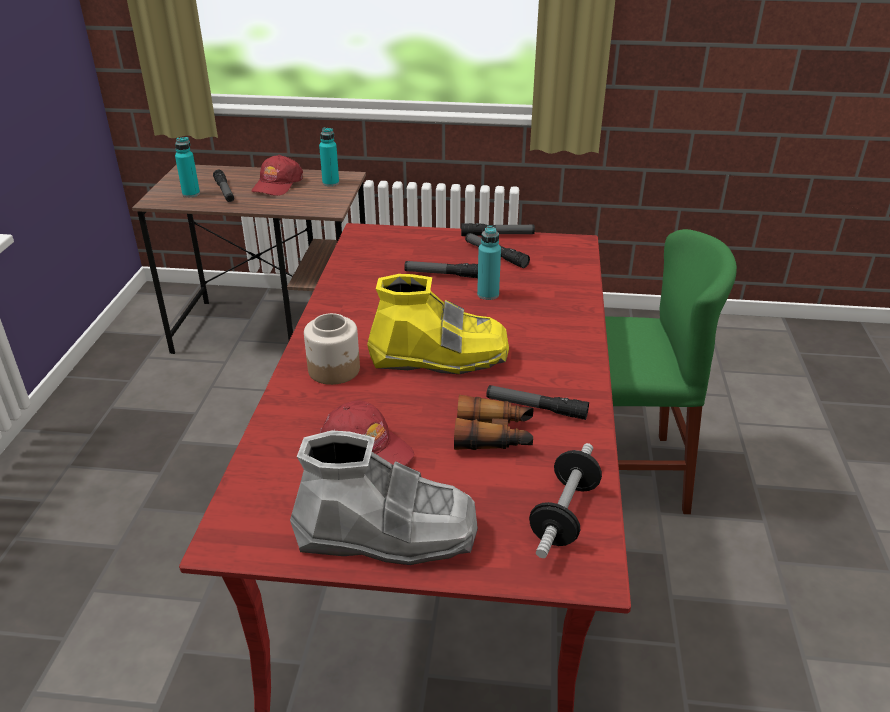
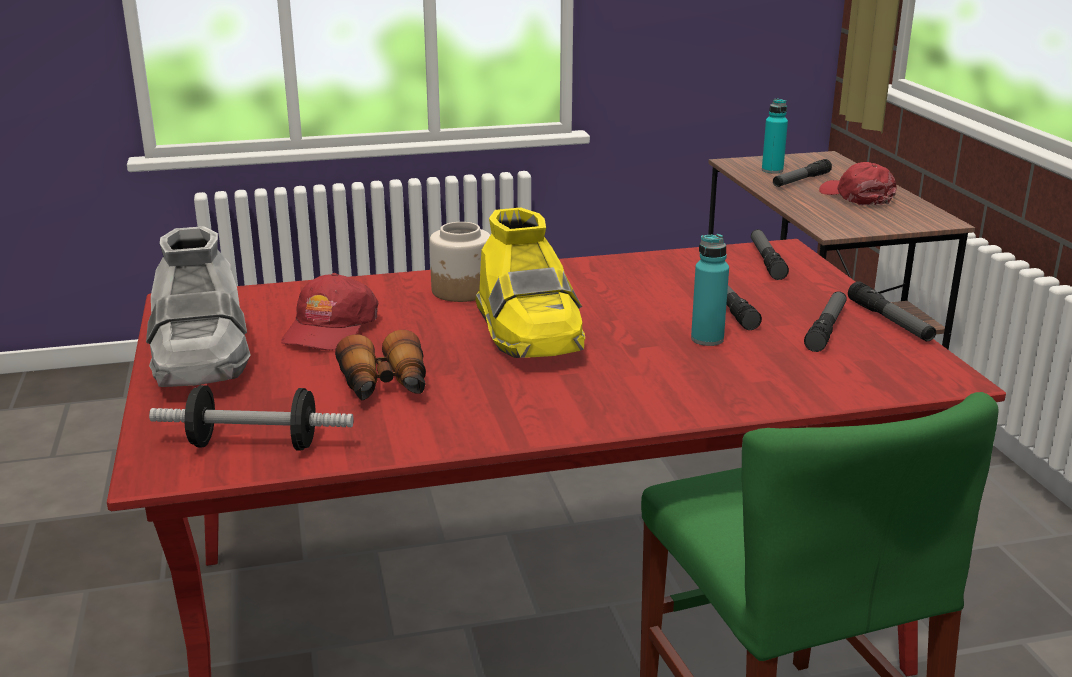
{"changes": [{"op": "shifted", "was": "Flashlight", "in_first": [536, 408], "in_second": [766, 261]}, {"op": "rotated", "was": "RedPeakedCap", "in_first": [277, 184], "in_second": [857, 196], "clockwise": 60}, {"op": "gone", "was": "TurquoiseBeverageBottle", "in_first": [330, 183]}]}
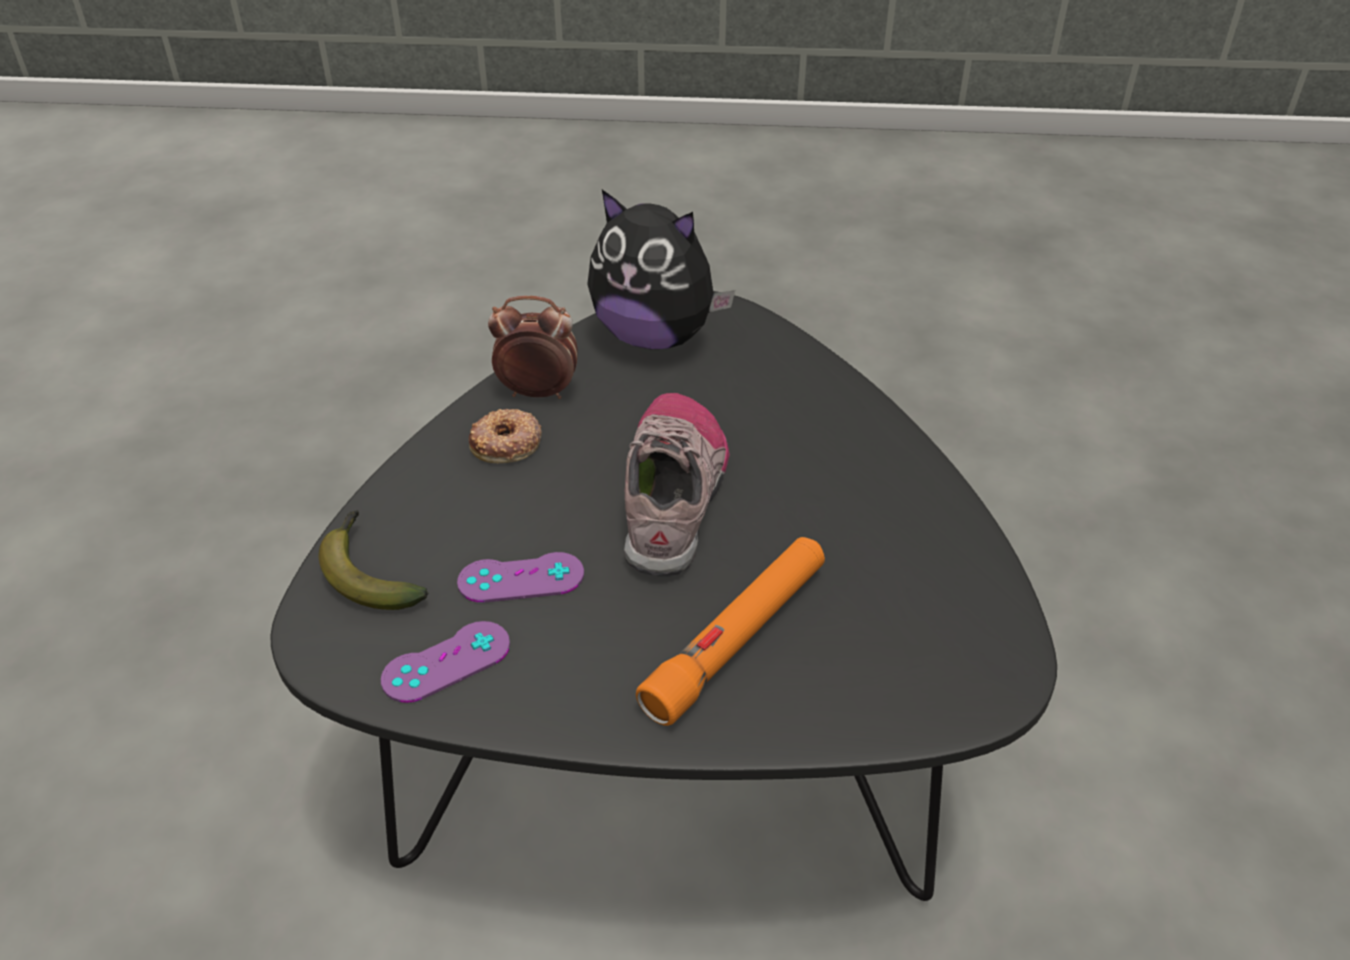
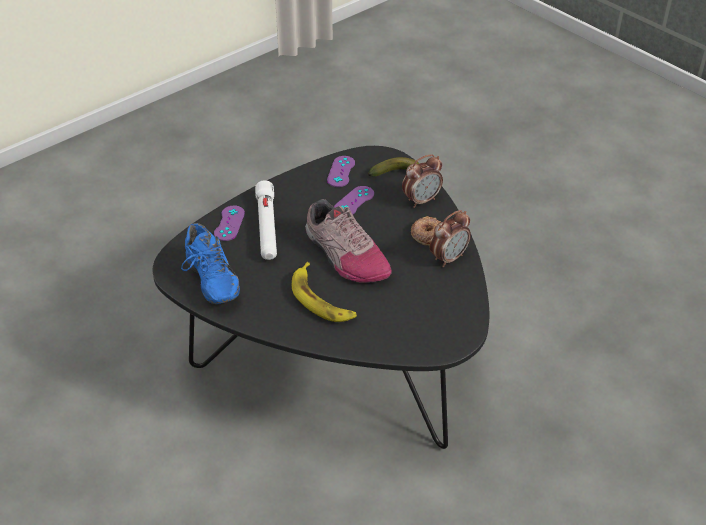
{"changes": [{"op": "new", "now": "BluishLowShoe", "in_second": [209, 282]}, {"op": "new", "now": "PurpleColouredGameController", "in_second": [229, 223]}, {"op": "repainted", "was": "OrangeColouredFlashlight", "now": "WhitishFlashlight", "in_first": [737, 638], "in_second": [267, 227]}, {"op": "new", "now": "BananaFruit", "in_second": [321, 299]}, {"op": "new", "now": "AlarmClock", "in_second": [421, 200]}, {"op": "gone", "was": "SoftToy", "in_first": [655, 336]}]}
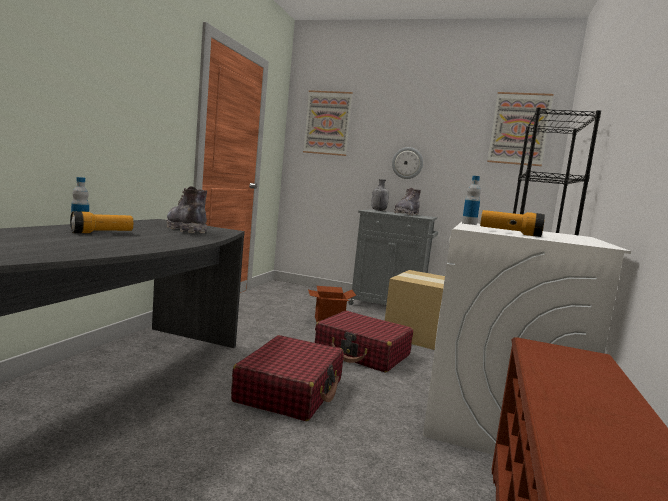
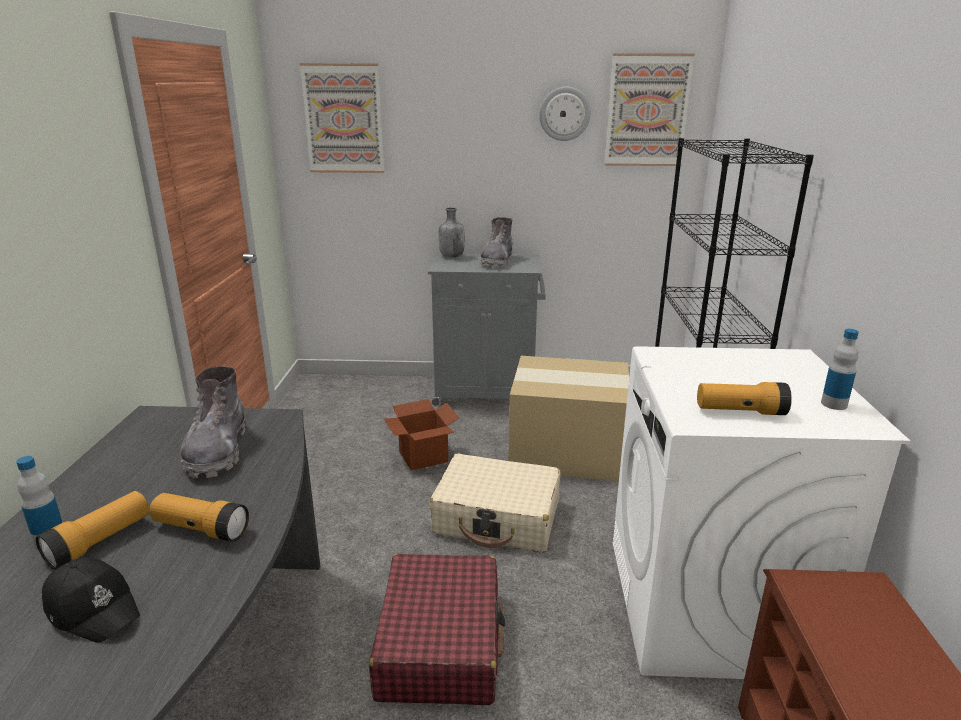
{"changes": [{"op": "new", "now": "BlackishPeakedCap", "in_second": [93, 608]}, {"op": "new", "now": "Flashlight", "in_second": [201, 529]}, {"op": "rotated", "was": "GreyTallBoot", "in_first": [186, 230], "in_second": [218, 451], "clockwise": -135}, {"op": "repainted", "was": "RedSuitcase", "now": "SandColouredSuitcase", "in_first": [362, 353], "in_second": [497, 517]}, {"op": "shifted", "was": "ClockOnTheWall", "in_first": [407, 163], "in_second": [564, 114]}, {"op": "shifted", "was": "BeverageBottle", "in_first": [469, 223], "in_second": [834, 404]}]}
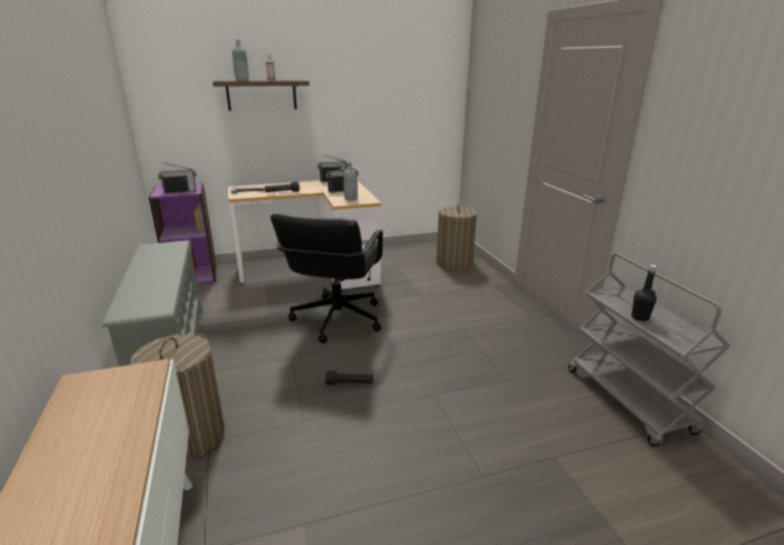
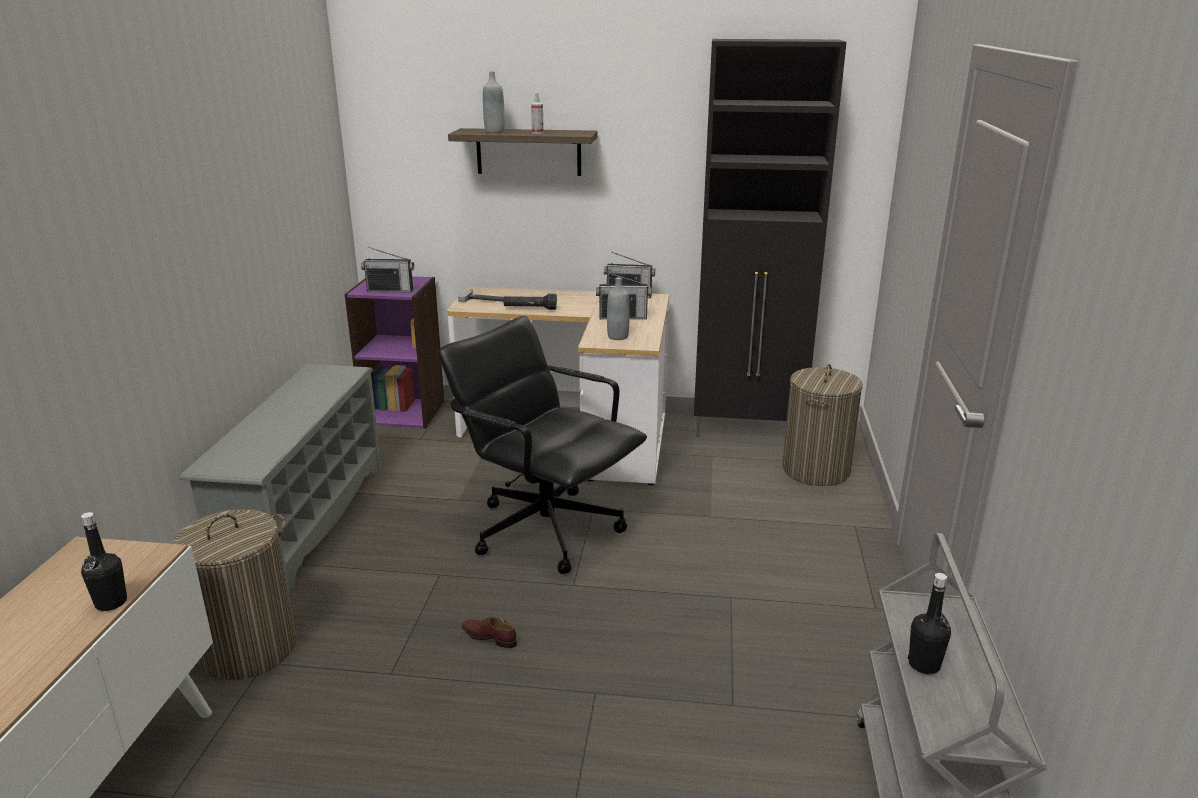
{"changes": [{"op": "new", "now": "BlackishBeverageBottle", "in_second": [111, 603]}, {"op": "rotated", "was": "BlackishComputerChair", "in_first": [336, 319], "in_second": [546, 529], "clockwise": 90}, {"op": "swapped", "was": "BlackishFlashlight", "now": "BrownColouredLowShoe", "in_first": [349, 383], "in_second": [489, 637]}, {"op": "new", "now": "BlackishCupboard", "in_second": [748, 431]}]}
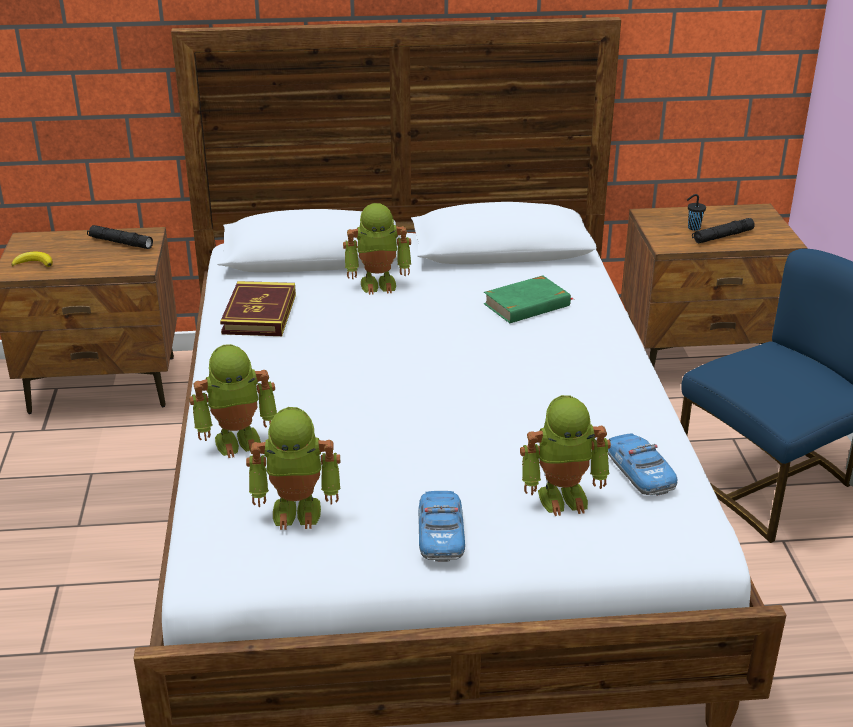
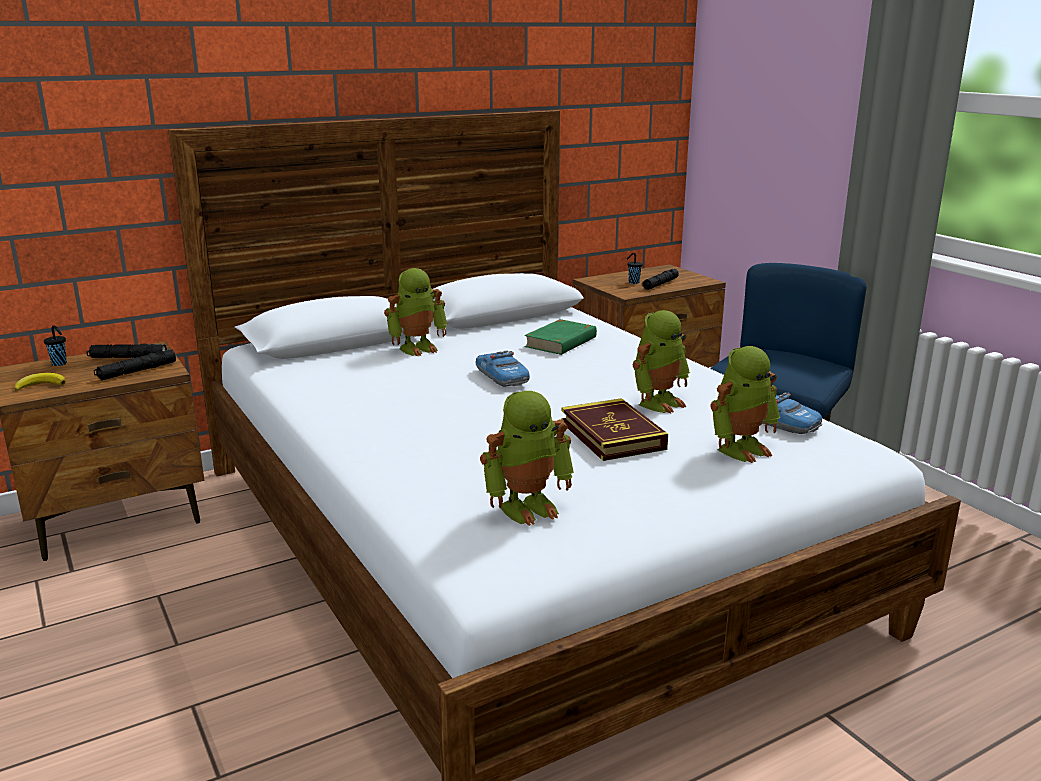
{"changes": [{"op": "new", "now": "BlackishDrinkingCup", "in_second": [60, 364]}, {"op": "new", "now": "BlackishFlashlight", "in_second": [137, 371]}, {"op": "shifted", "was": "ModelCar", "in_first": [440, 533], "in_second": [501, 377]}, {"op": "shifted", "was": "BoundBook", "in_first": [259, 314], "in_second": [612, 435]}, {"op": "shifted", "was": "RobotFigure", "in_first": [238, 439], "in_second": [658, 402]}]}
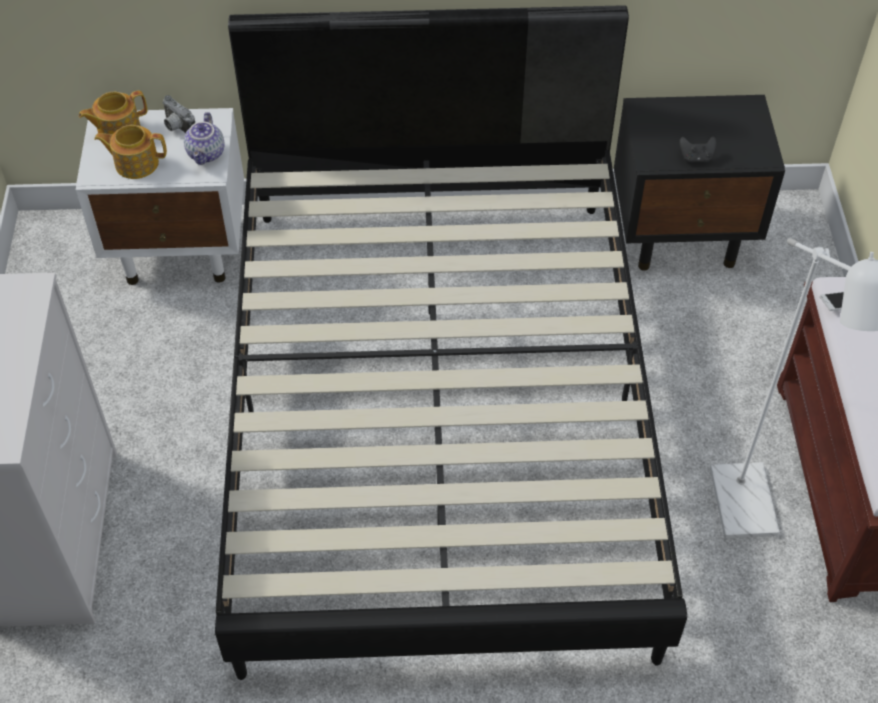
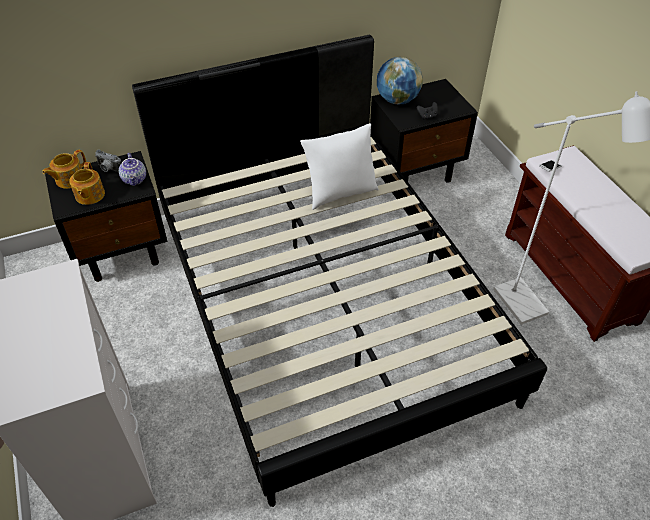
{"changes": [{"op": "repainted", "was": "WhitishNightTable", "now": "BlackishNightTable", "in_first": [181, 249], "in_second": [123, 252]}, {"op": "rotated", "was": "Teapot", "in_first": [136, 163], "in_second": [89, 195], "clockwise": -75}, {"op": "new", "now": "WhitishCushion", "in_second": [340, 193]}, {"op": "new", "now": "DeskGlobe", "in_second": [397, 100]}]}
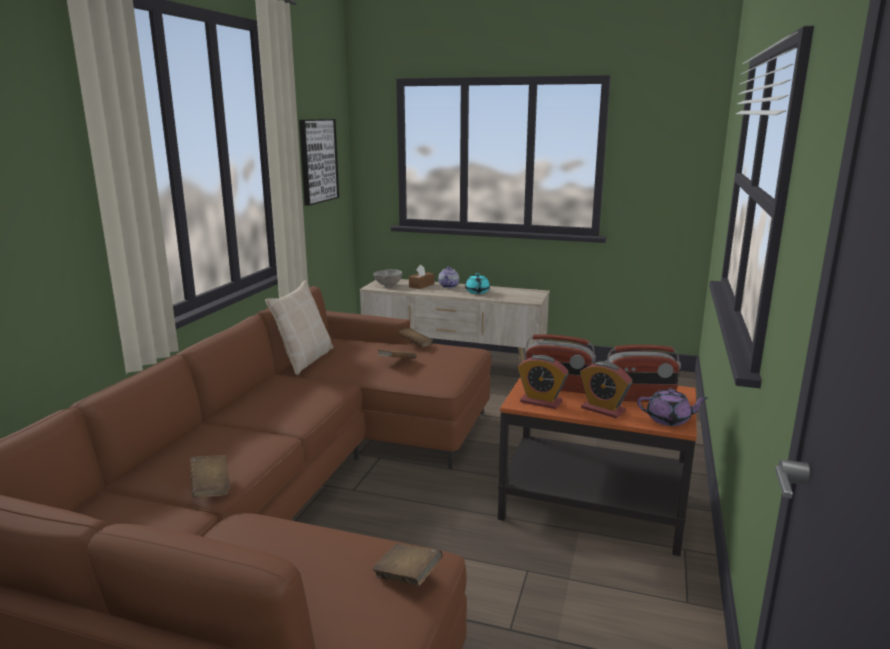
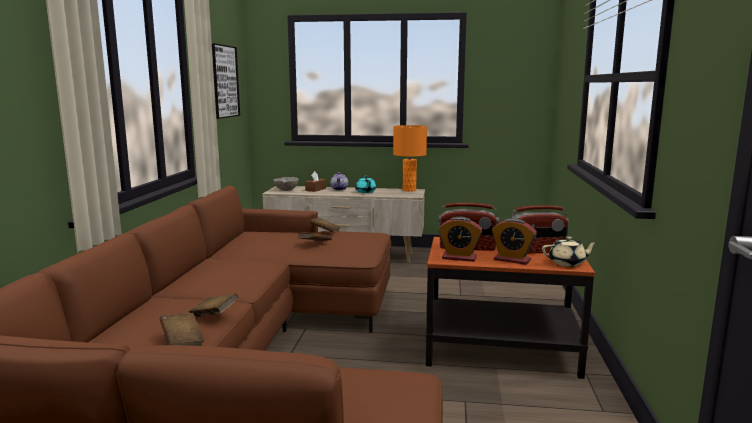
{"changes": [{"op": "shifted", "was": "BrownColouredBoundBook", "in_first": [407, 577], "in_second": [214, 316]}, {"op": "new", "now": "OrangeColouredLampForATable", "in_second": [409, 190]}, {"op": "repainted", "was": "PurpleColouredTeapot", "now": "SandColouredTeapot", "in_first": [669, 420], "in_second": [567, 263]}, {"op": "gone", "was": "SandColouredCushion", "in_first": [304, 359]}]}
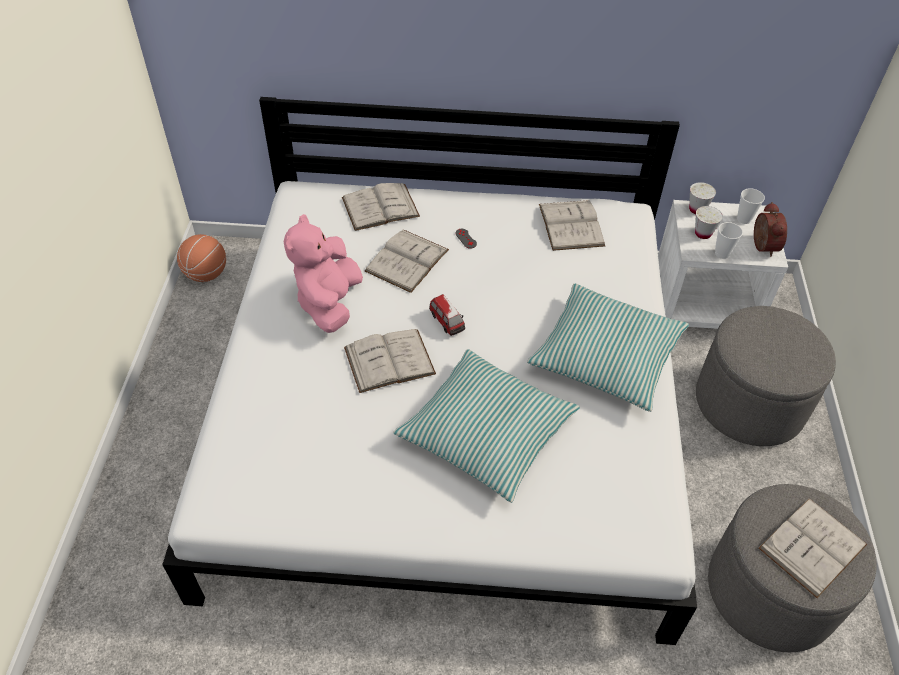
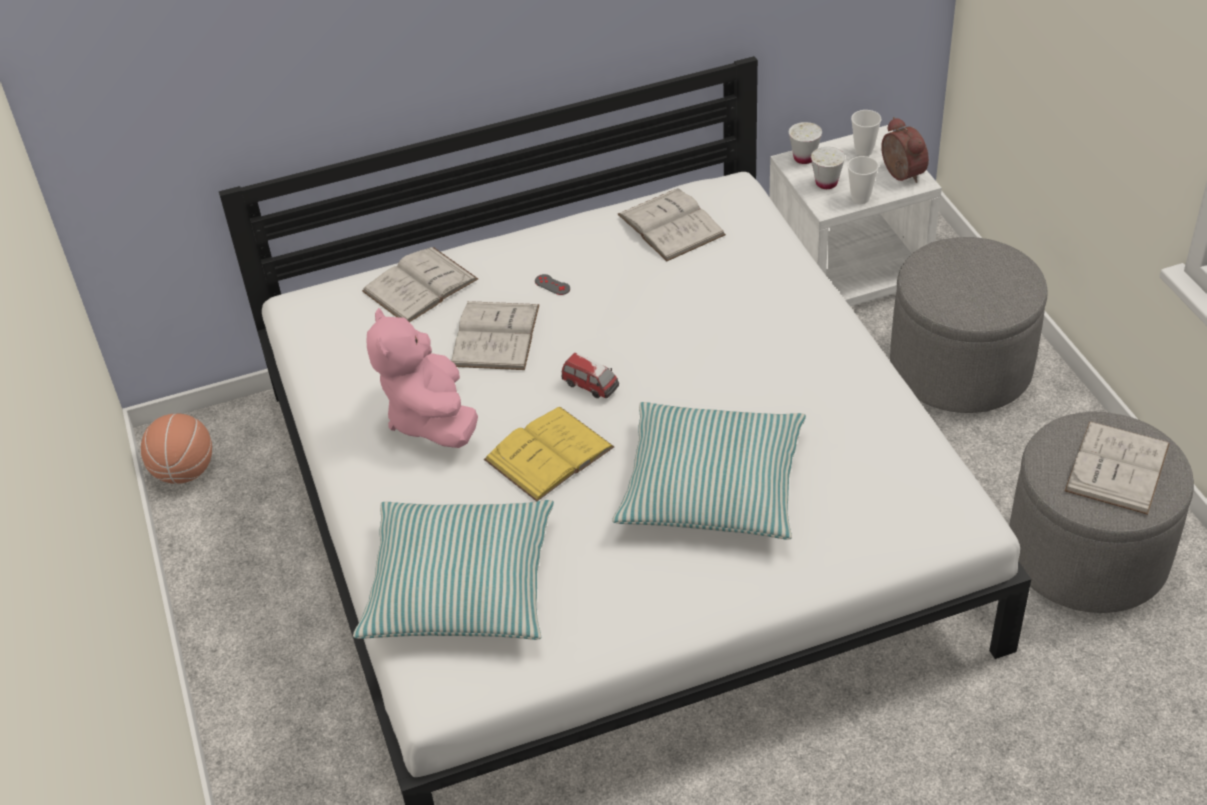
{"changes": [{"op": "shifted", "was": "Cushion", "in_first": [606, 356], "in_second": [460, 585]}, {"op": "repainted", "was": "WhitishBoundBook", "now": "YellowColouredBoundBook", "in_first": [389, 360], "in_second": [549, 453]}]}
